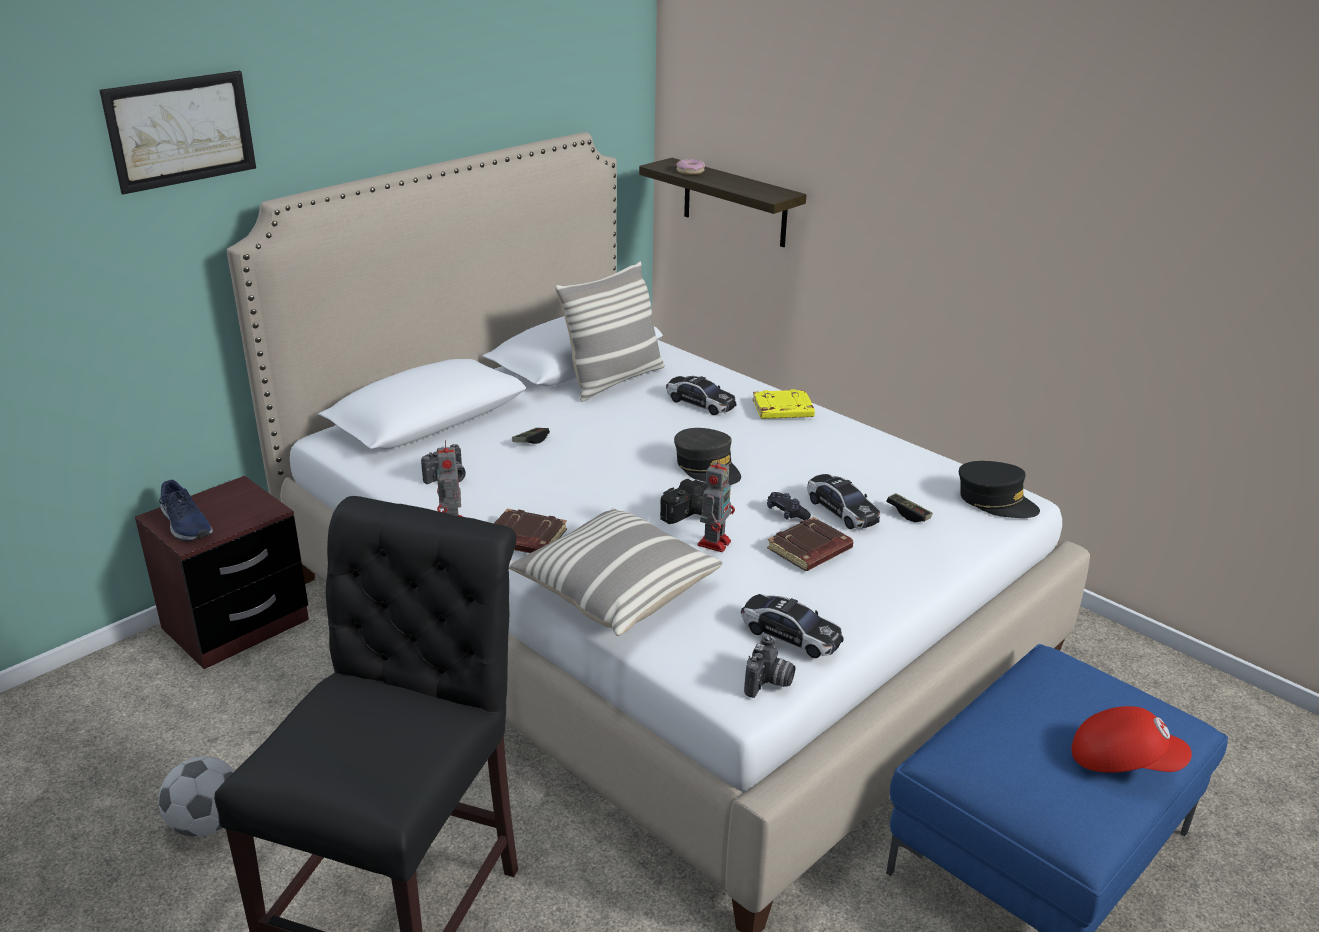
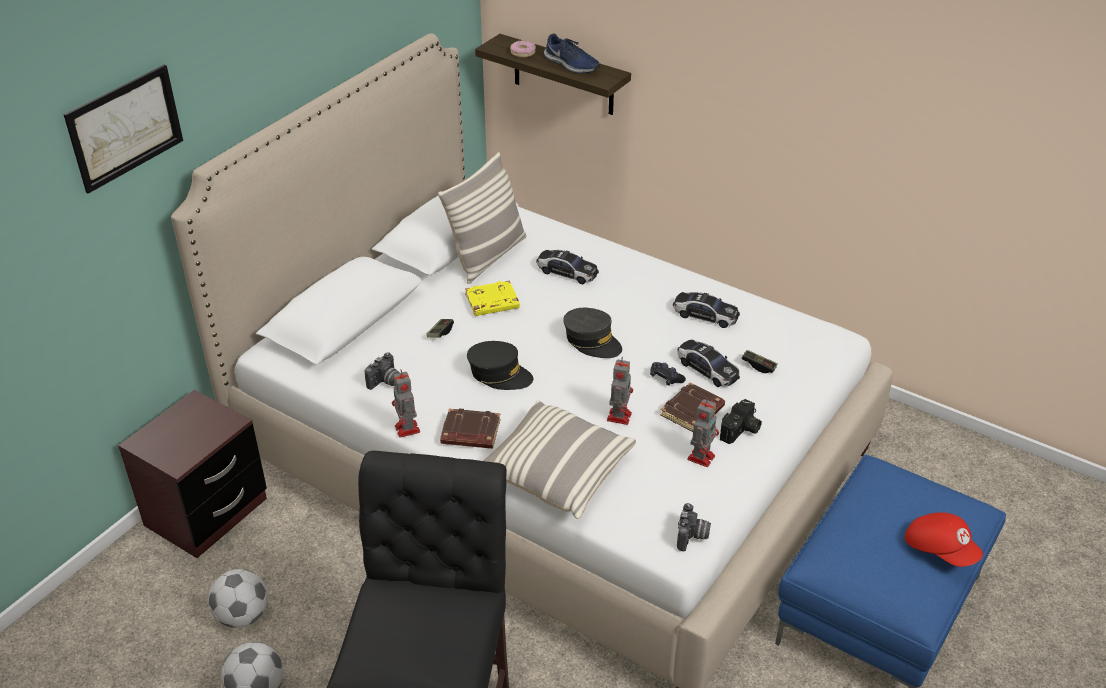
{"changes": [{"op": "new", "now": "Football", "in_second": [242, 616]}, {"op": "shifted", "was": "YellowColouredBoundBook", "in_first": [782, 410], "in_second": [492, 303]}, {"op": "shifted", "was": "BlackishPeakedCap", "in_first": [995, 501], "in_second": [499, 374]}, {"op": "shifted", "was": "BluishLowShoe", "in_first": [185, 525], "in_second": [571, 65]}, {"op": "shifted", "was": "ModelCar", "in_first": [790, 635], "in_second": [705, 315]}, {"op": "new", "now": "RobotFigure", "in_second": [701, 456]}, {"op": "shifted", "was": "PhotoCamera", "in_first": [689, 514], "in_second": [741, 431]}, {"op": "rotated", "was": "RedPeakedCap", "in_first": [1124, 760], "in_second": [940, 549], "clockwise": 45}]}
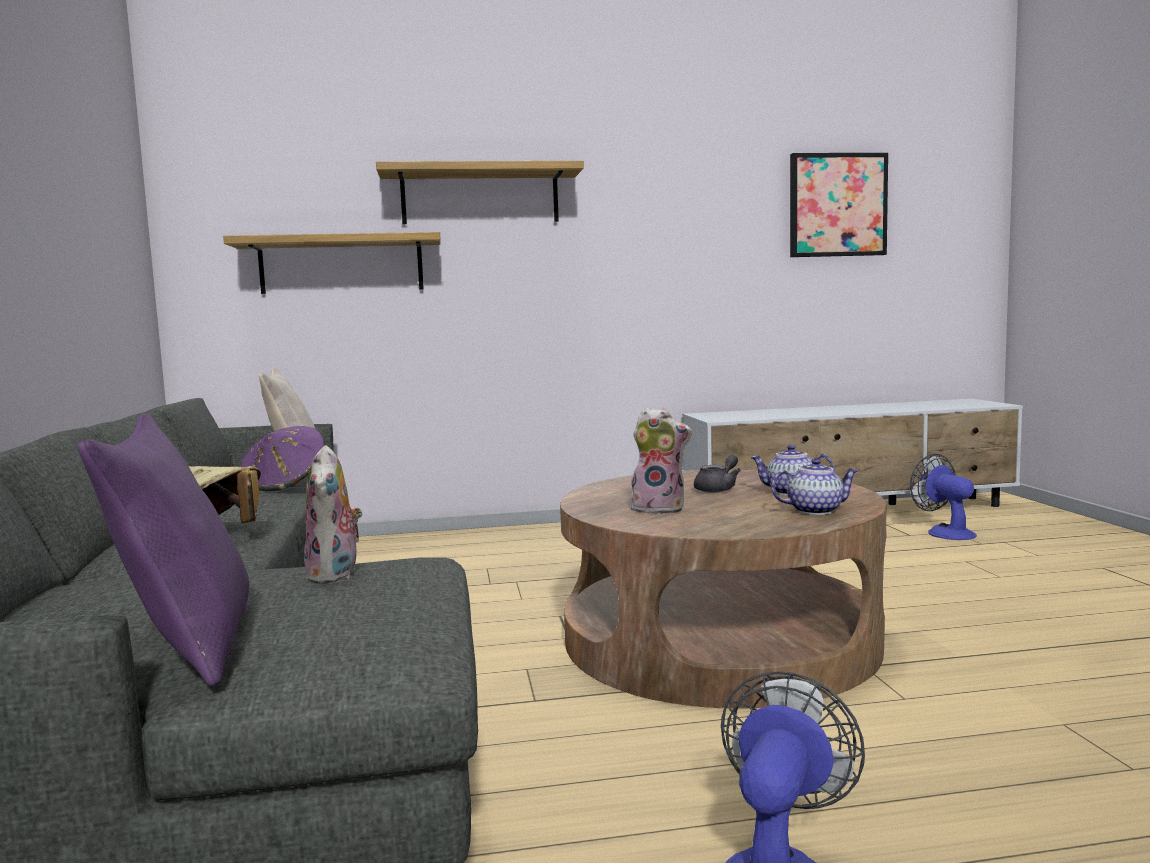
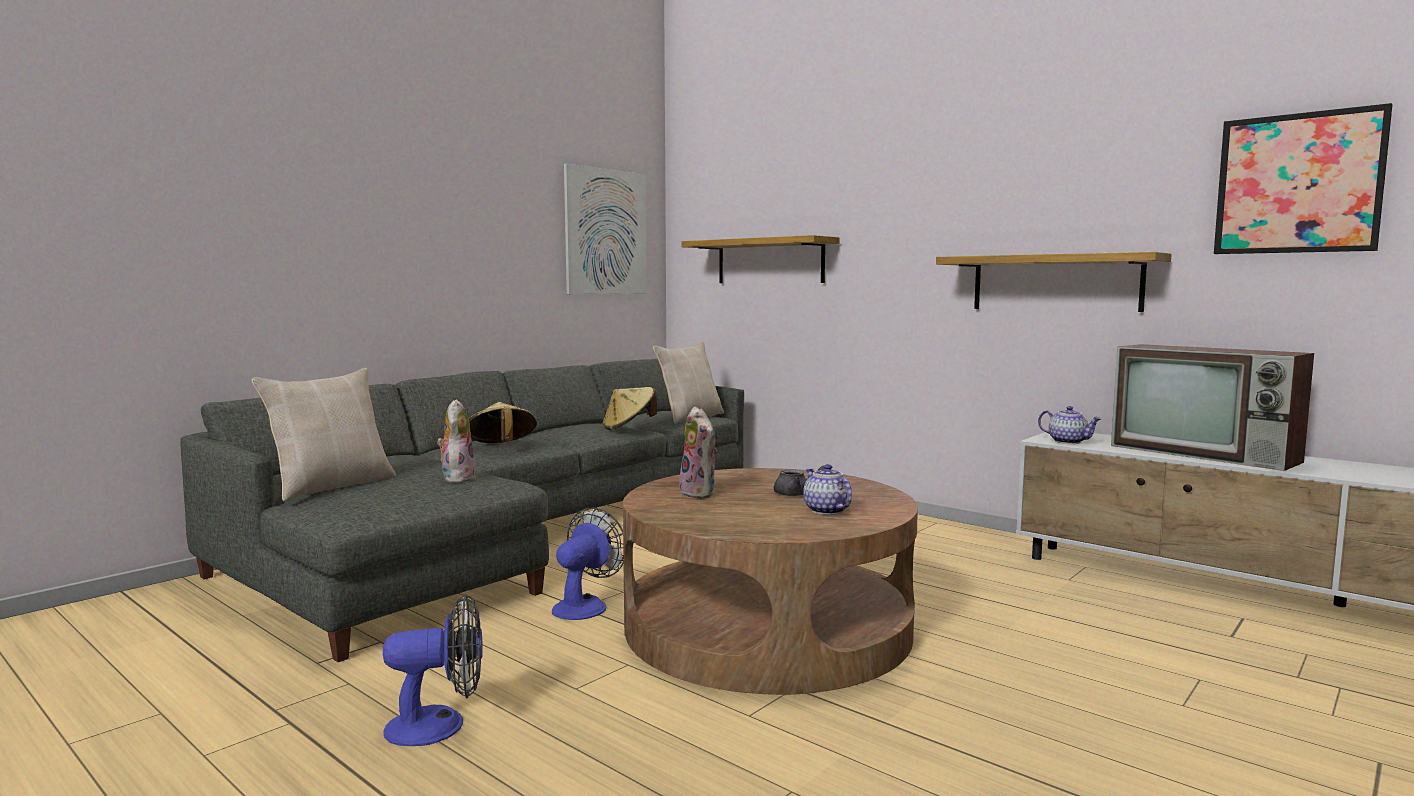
{"changes": [{"op": "repainted", "was": "PurpleColouredCushion", "now": "SandColouredCushion", "in_first": [189, 643], "in_second": [331, 486]}, {"op": "rotated", "was": "SoftToy", "in_first": [336, 575], "in_second": [457, 478], "clockwise": 135}, {"op": "shifted", "was": "CoolingFan", "in_first": [944, 532], "in_second": [585, 605]}, {"op": "new", "now": "Picture", "in_second": [606, 232]}, {"op": "repainted", "was": "PurpleColouredHat", "now": "SandColouredHat", "in_first": [285, 484], "in_second": [629, 427]}, {"op": "shifted", "was": "BracketShelf", "in_first": [480, 196], "in_second": [1055, 283]}, {"op": "shifted", "was": "Teapot", "in_first": [815, 510], "in_second": [1068, 442]}, {"op": "new", "now": "TvSet", "in_second": [1206, 454]}]}
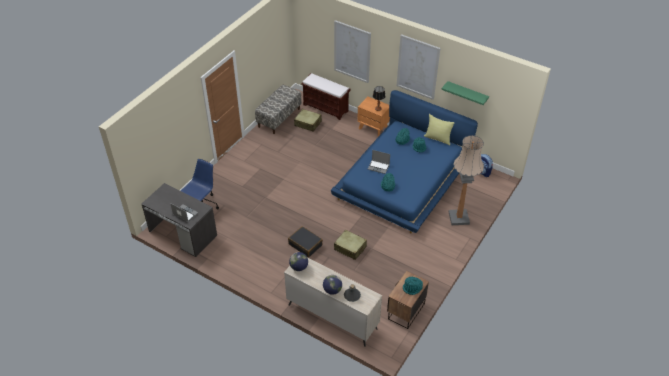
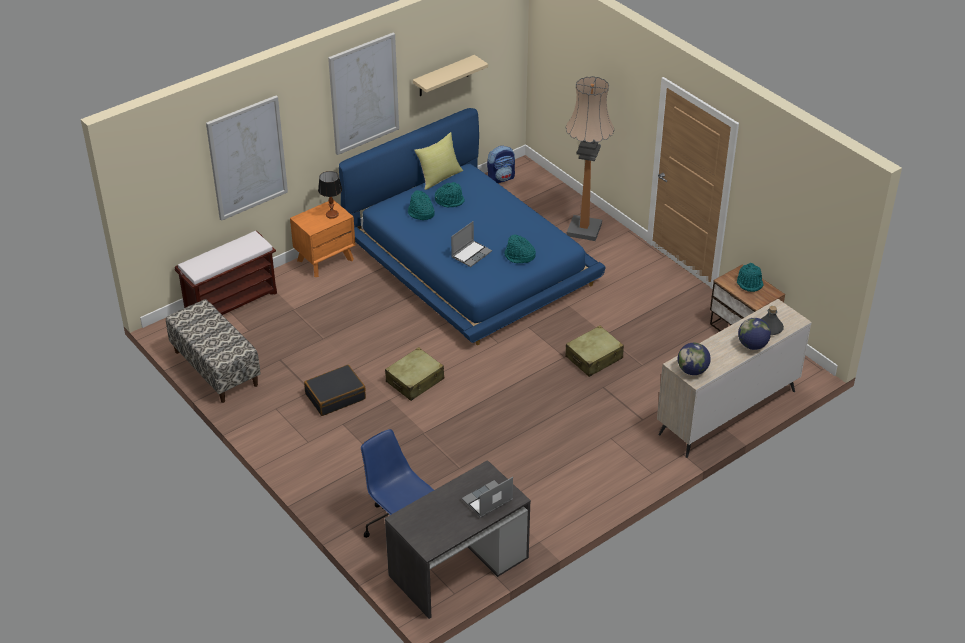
{"changes": [{"op": "shifted", "was": "BlackishSuitcase", "in_first": [305, 244], "in_second": [335, 396]}, {"op": "shifted", "was": "SandColouredSuitcase", "in_first": [308, 123], "in_second": [415, 380]}, {"op": "repainted", "was": "GreenBracketShelf", "now": "SandColouredBracketShelf", "in_first": [467, 93], "in_second": [444, 76]}]}
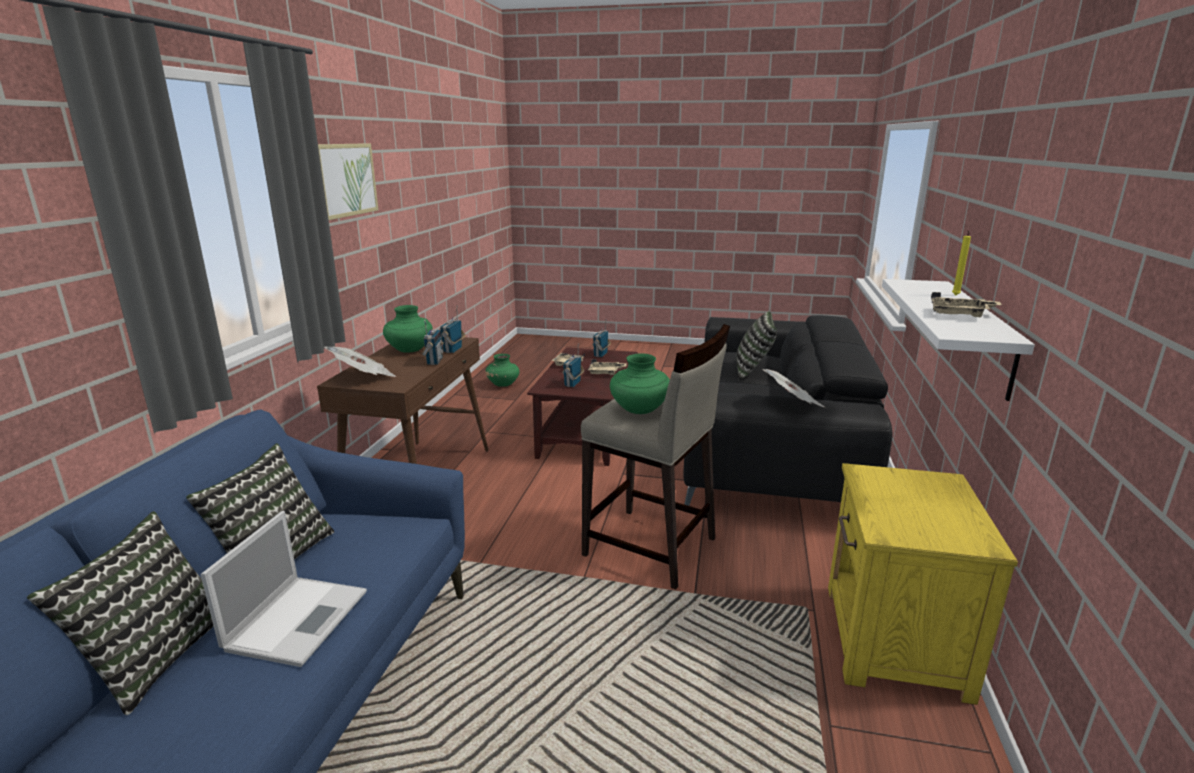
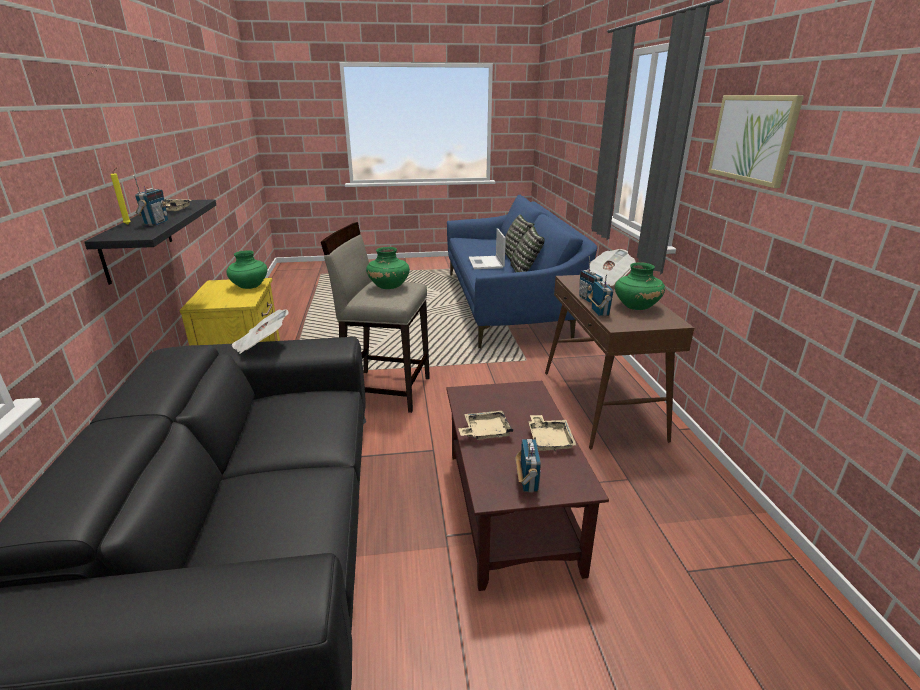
{"changes": [{"op": "repainted", "was": "WhitishBracketShelf", "now": "BlackishBracketShelf", "in_first": [978, 335], "in_second": [138, 239]}, {"op": "shifted", "was": "RadioReceiver", "in_first": [573, 384], "in_second": [156, 223]}, {"op": "shifted", "was": "GreenFlowerVase", "in_first": [503, 384], "in_second": [249, 286]}, {"op": "gone", "was": "Cushion", "in_first": [753, 371]}]}
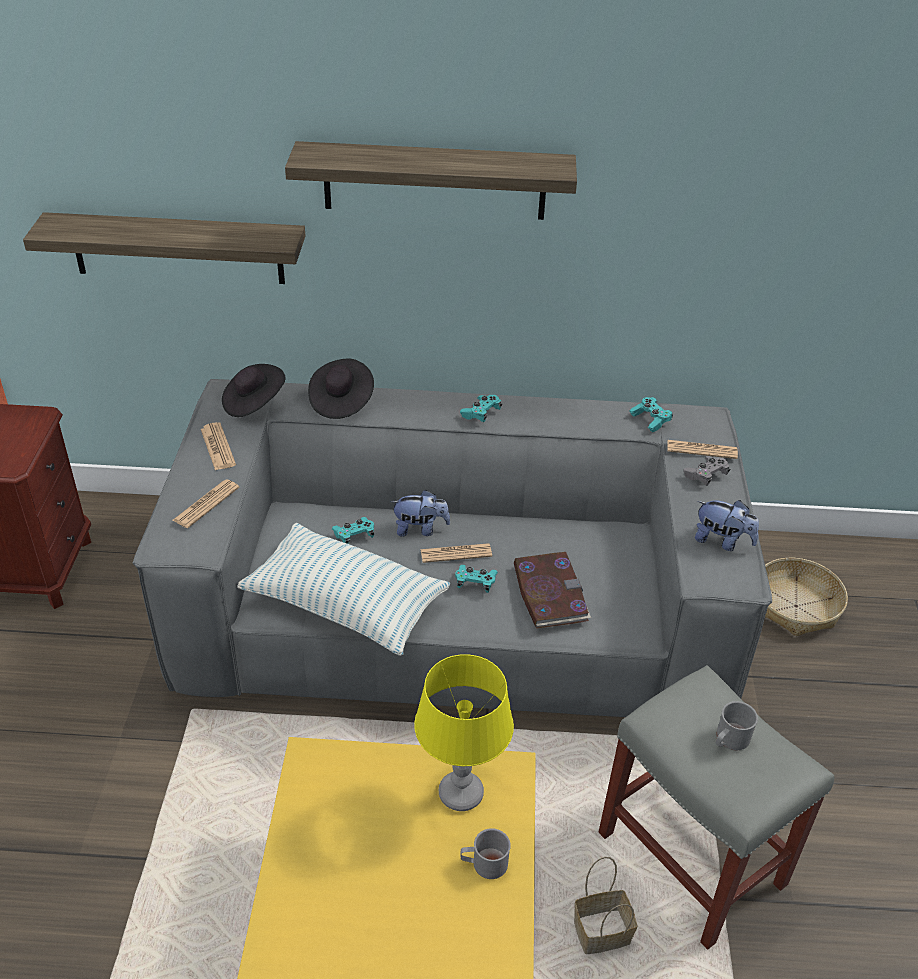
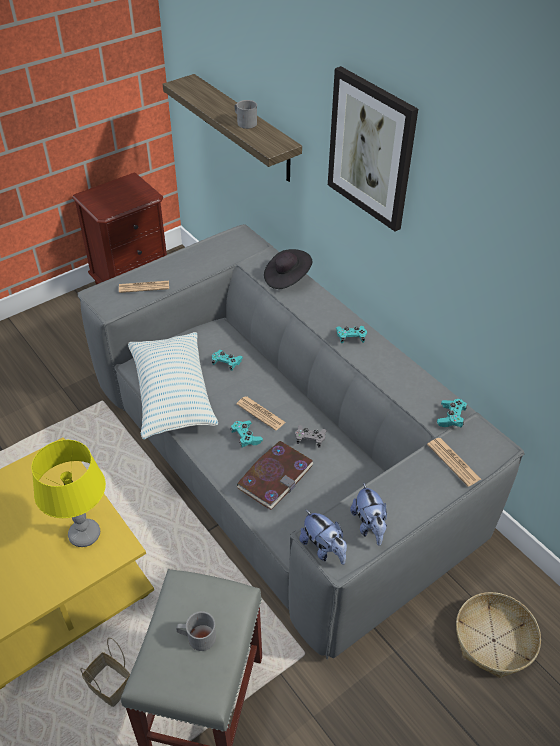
{"changes": [{"op": "shifted", "was": "GreyTeaMug", "in_first": [484, 864], "in_second": [244, 122]}, {"op": "shifted", "was": "GreyGameController", "in_first": [705, 475], "in_second": [310, 439]}, {"op": "shifted", "was": "SoftToy", "in_first": [420, 529], "in_second": [323, 548]}, {"op": "swapped", "was": "BracketShelf", "now": "Picture", "in_first": [434, 181], "in_second": [371, 149]}, {"op": "gone", "was": "Newspaper", "in_first": [218, 447]}, {"op": "gone", "was": "BlackishHat", "in_first": [253, 403]}]}
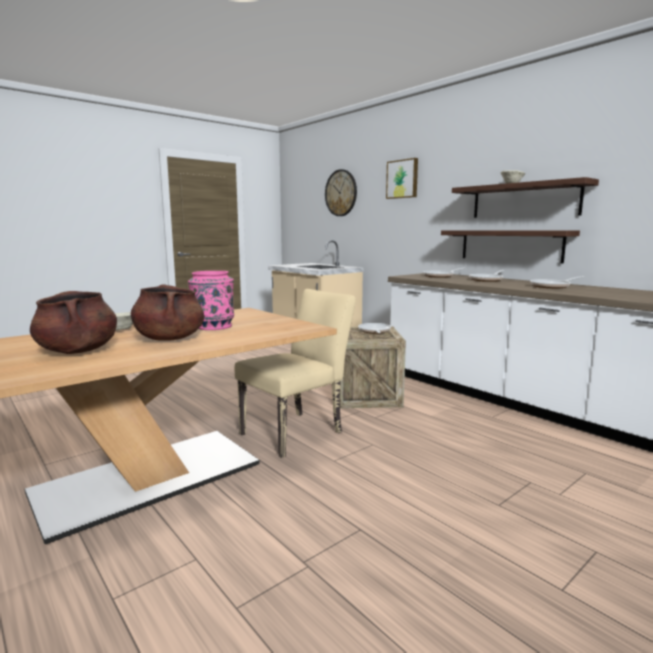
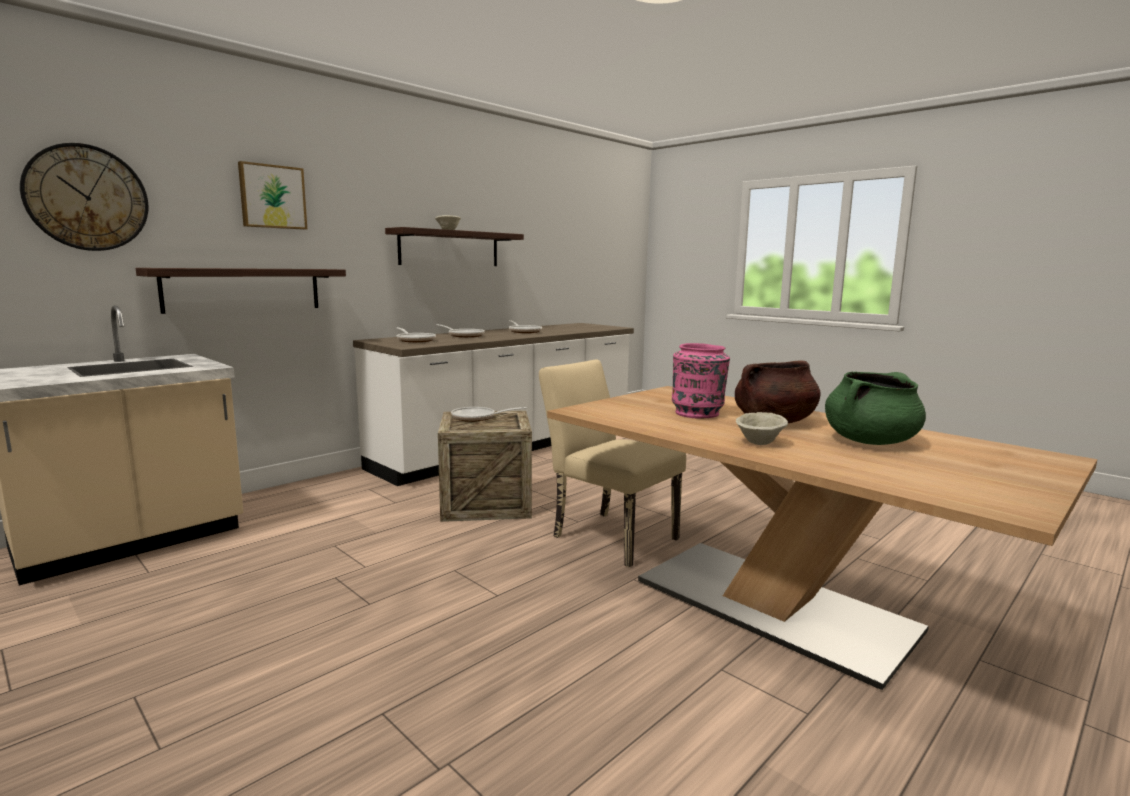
{"changes": [{"op": "shifted", "was": "BracketShelf", "in_first": [510, 245], "in_second": [243, 289]}, {"op": "repainted", "was": "BrownColouredCookingPot", "now": "GreenCookingPot", "in_first": [78, 351], "in_second": [870, 441]}]}
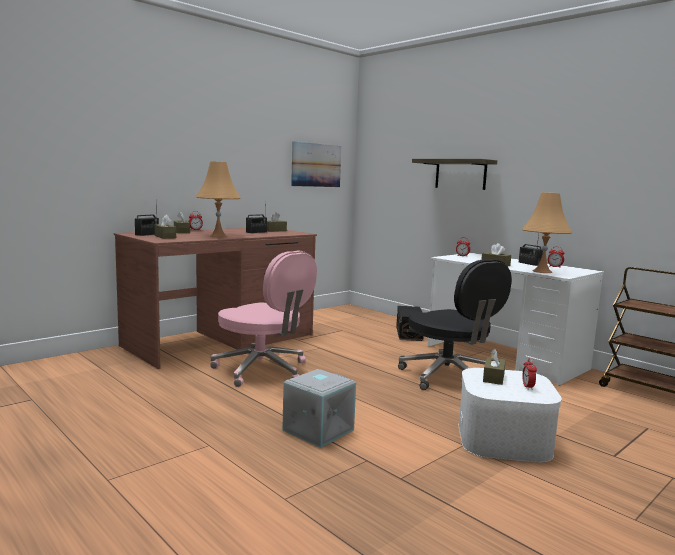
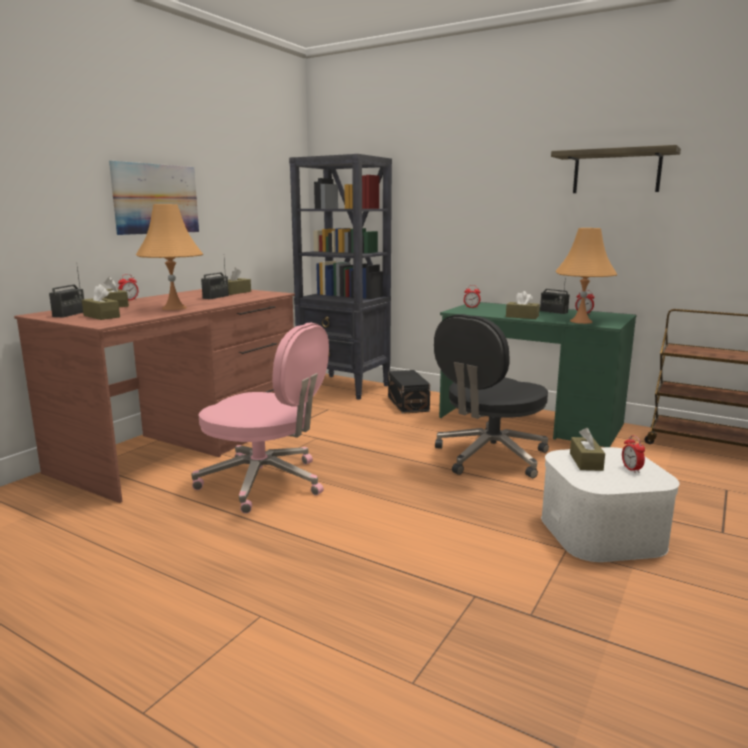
{"changes": [{"op": "shifted", "was": "Picture", "in_first": [316, 165], "in_second": [156, 199]}, {"op": "new", "now": "BlackishShelvingUnit", "in_second": [344, 387]}, {"op": "rotated", "was": "BlackishComputerChair", "in_first": [449, 377], "in_second": [489, 457], "clockwise": 90}, {"op": "repainted", "was": "WhitishDeskTable", "now": "GreenDeskTable", "in_first": [505, 357], "in_second": [530, 421]}, {"op": "shifted", "was": "BracketShelf", "in_first": [460, 174], "in_second": [616, 172]}, {"op": "gone", "was": "GreyStorageBin", "in_first": [317, 429]}]}
